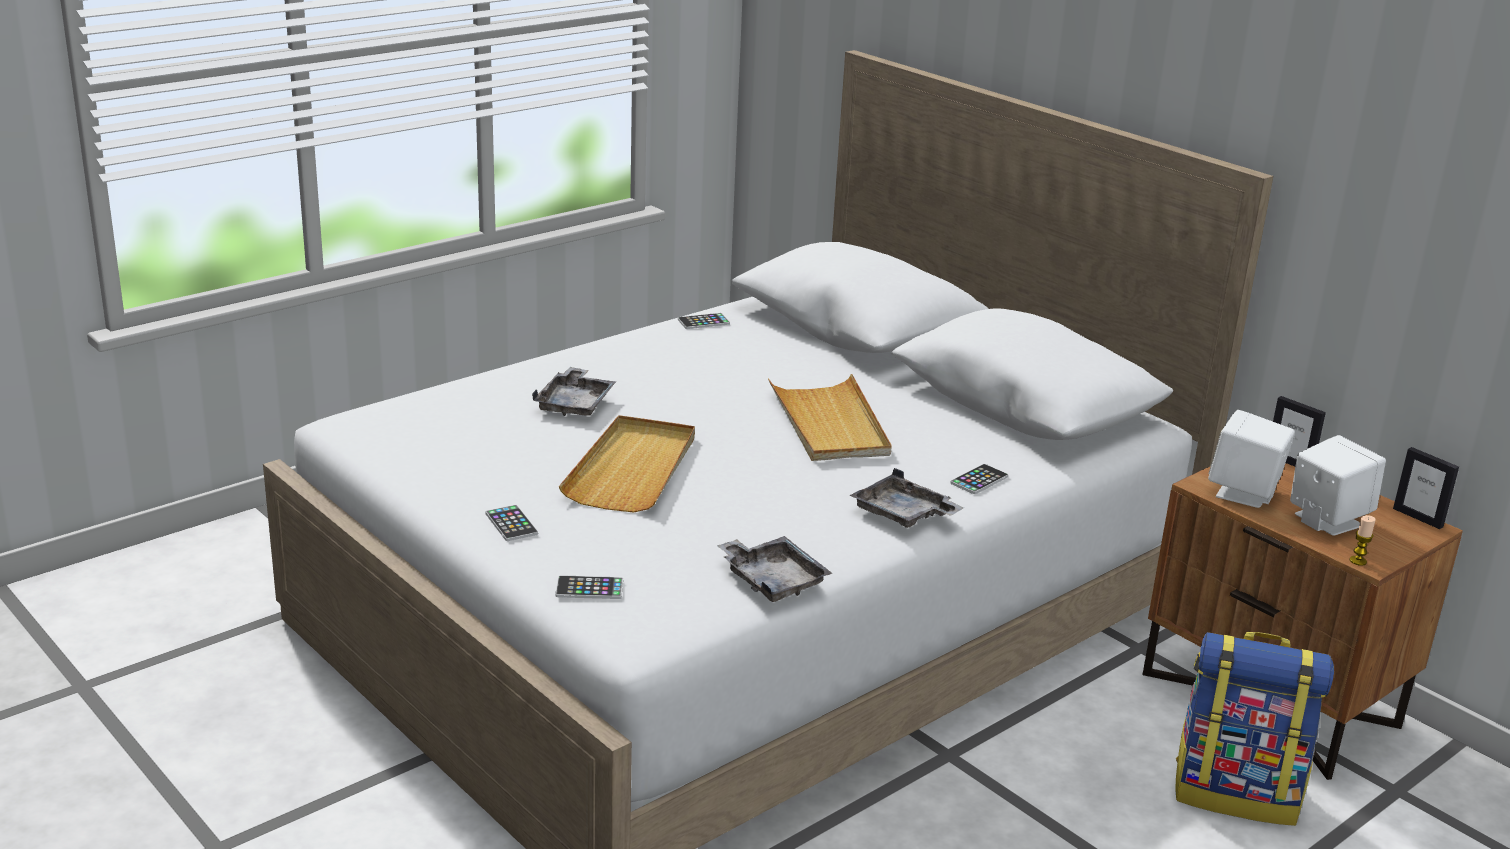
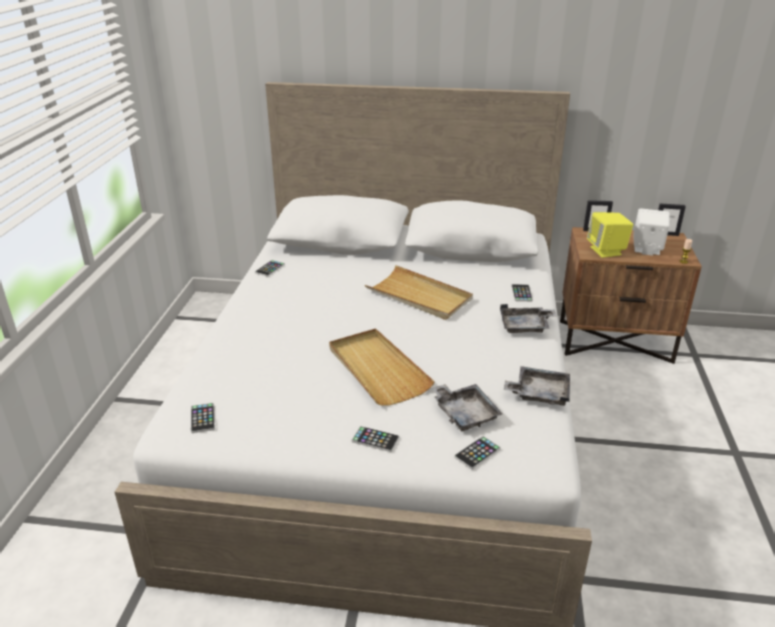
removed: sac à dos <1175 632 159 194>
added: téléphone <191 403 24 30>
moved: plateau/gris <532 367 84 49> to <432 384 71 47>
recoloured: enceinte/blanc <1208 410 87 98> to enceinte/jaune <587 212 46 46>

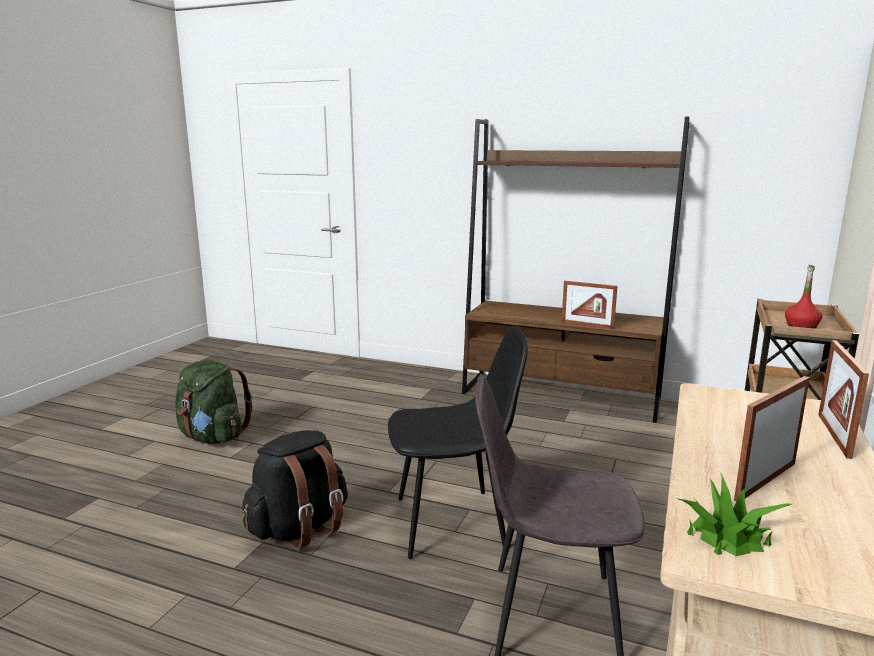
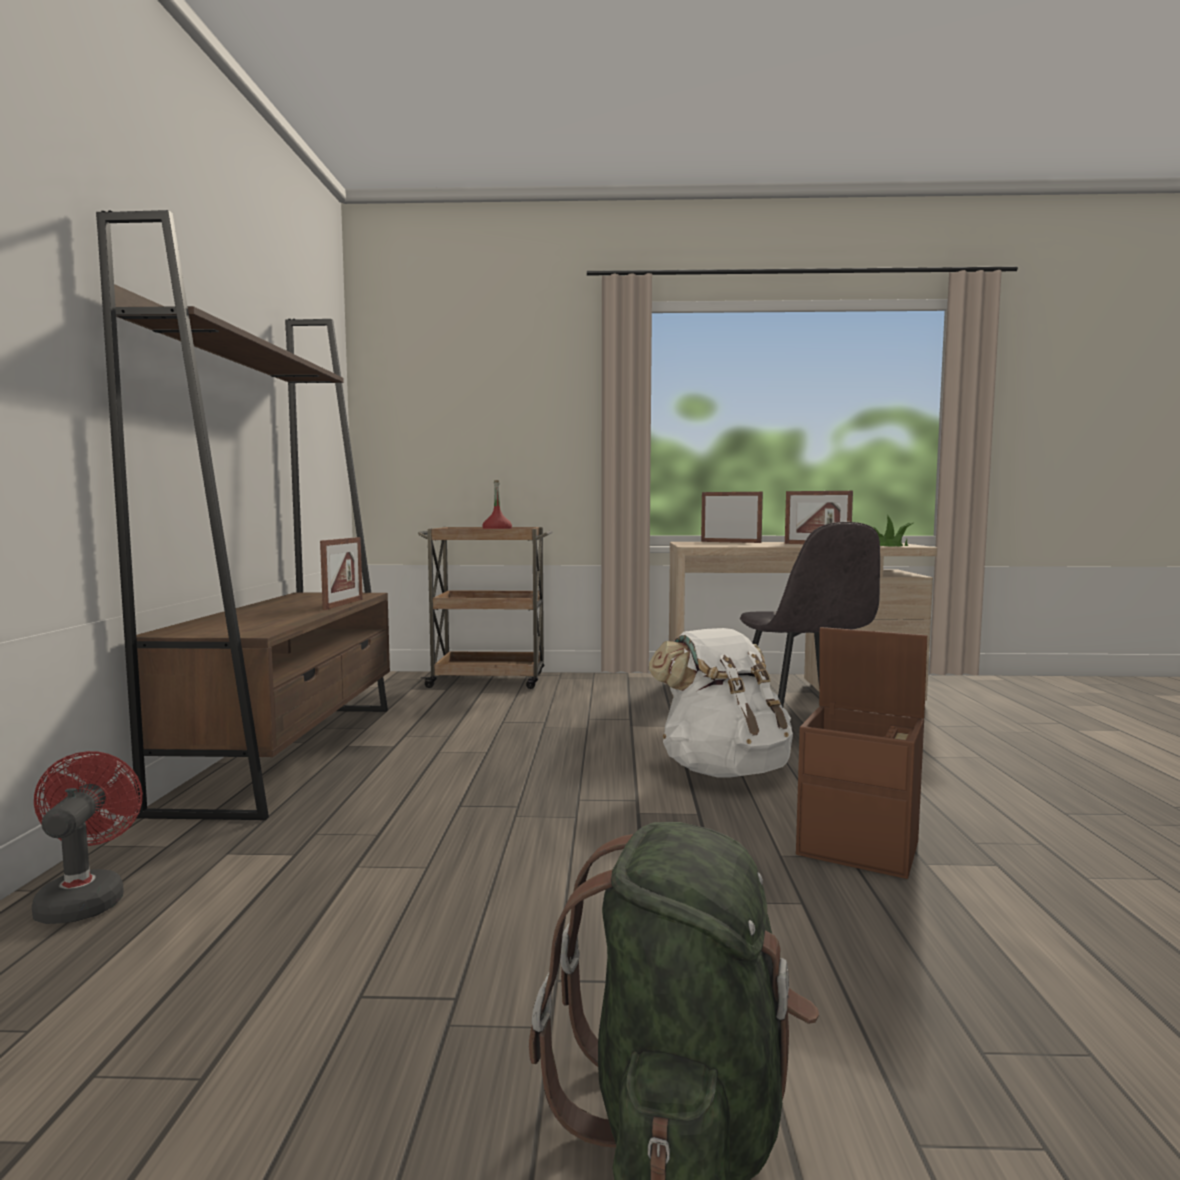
added: ventilateur/rouge <32 751 111 173>
replaced: sac à dos/noir <242 430 106 119> to boîte de rangement/marron <796 627 131 252>; chaise/noir <388 326 140 233> to sac à dos/blanc <649 628 144 150>
turned: cadre photo <818 340 51 119> = <701 492 62 51> 150 degrees counterclockwise

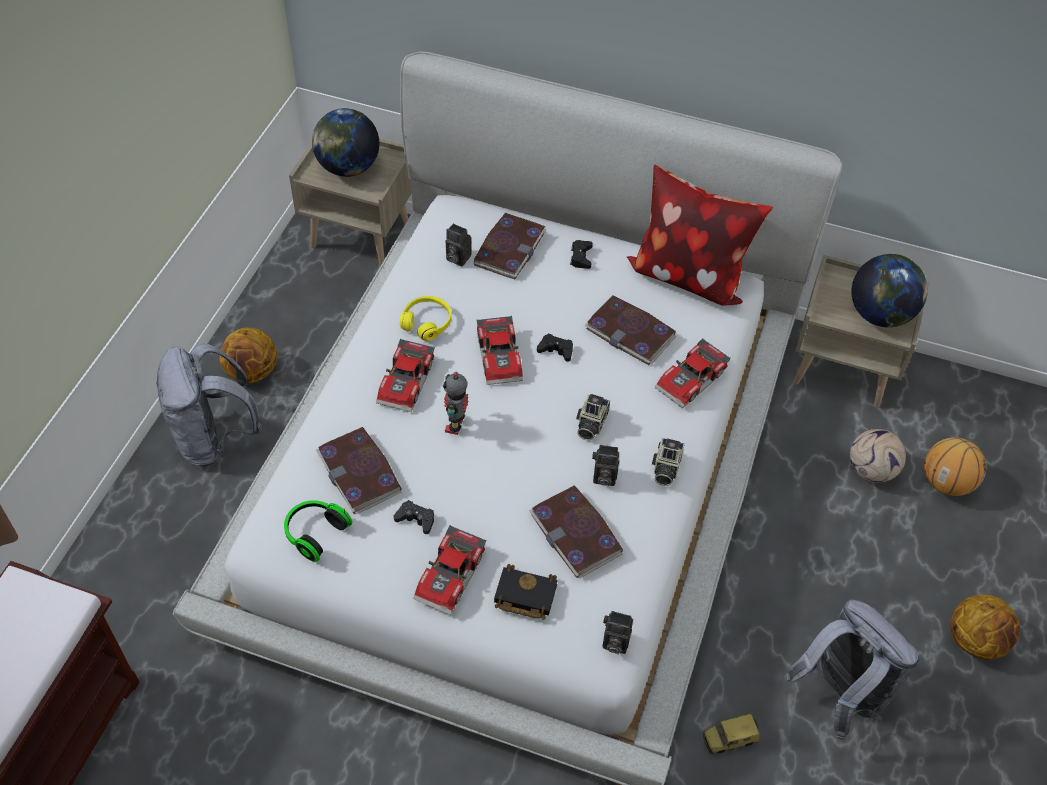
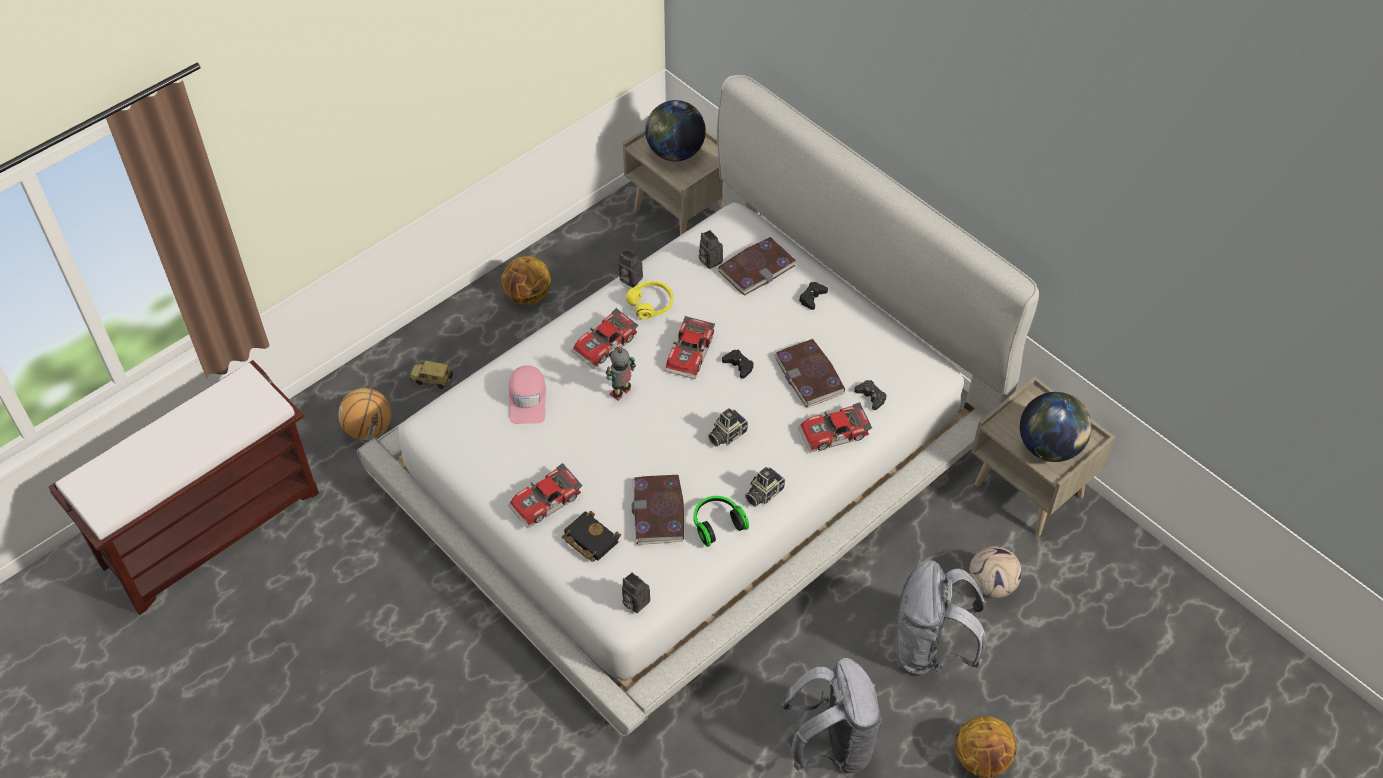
removed: coussin <627 164 146 142>
moved: sac à dos/gris <156 344 106 122> to <897 560 89 115>; casque audio <284 500 68 62> to <694 496 55 51>; manette/noir <394 500 40 34> to <854 380 33 30>; appareil photo <592 445 27 41> to <619 249 24 39>; petite voiture <703 713 57 41> to <410 361 43 28>; ballon de basket <924 437 62 59> to <338 388 53 52>
replaced: livre <316 427 86 87> to casquette/rose <509 365 37 59>

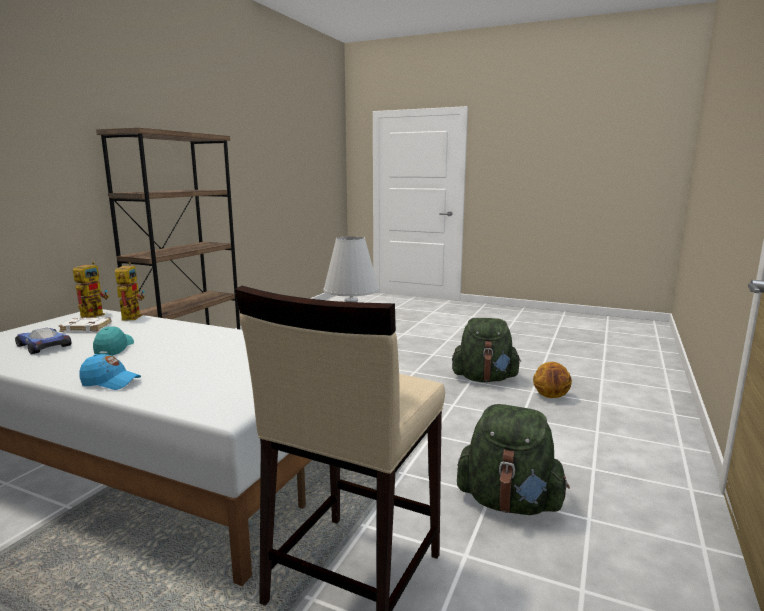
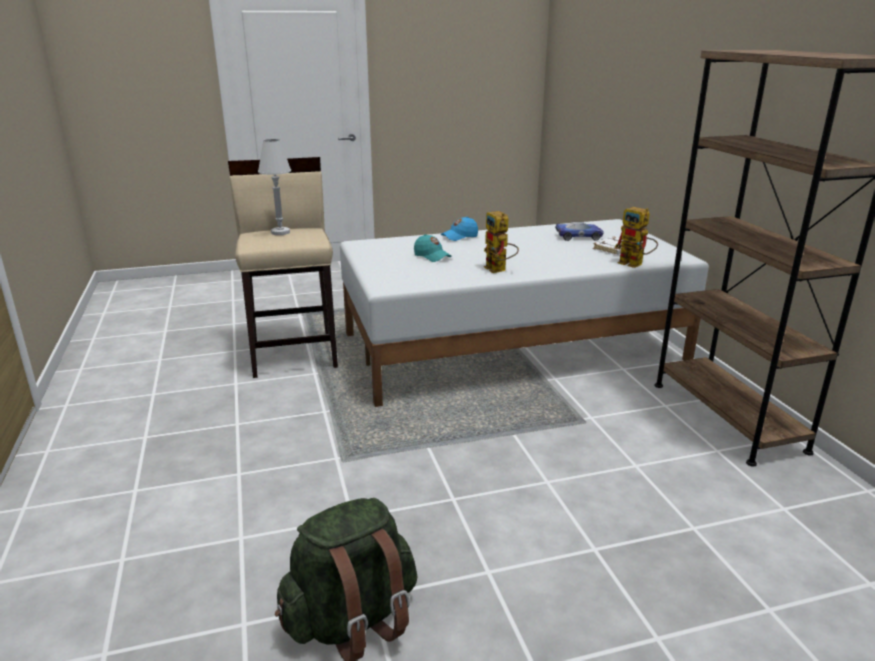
removed: sac à dos/vert <457 404 113 111>; ballon de basket <533 362 39 36>
moved: robot jouet <73 261 36 57> to <484 211 35 62>; casquette/turquoise <93 326 41 30> to <414 234 37 28>

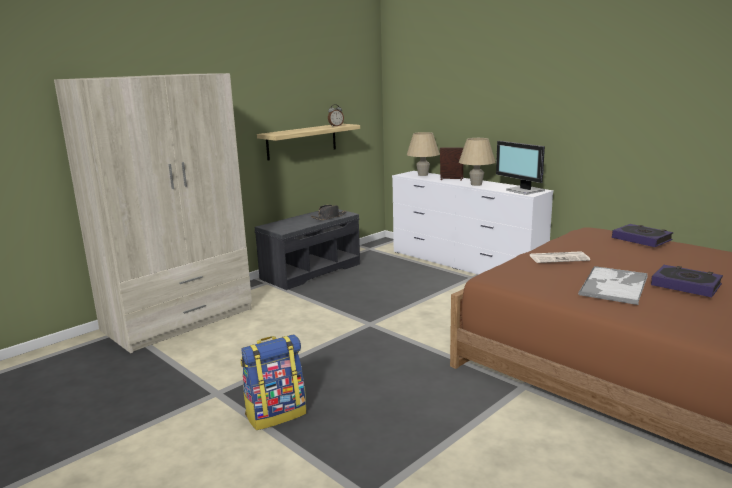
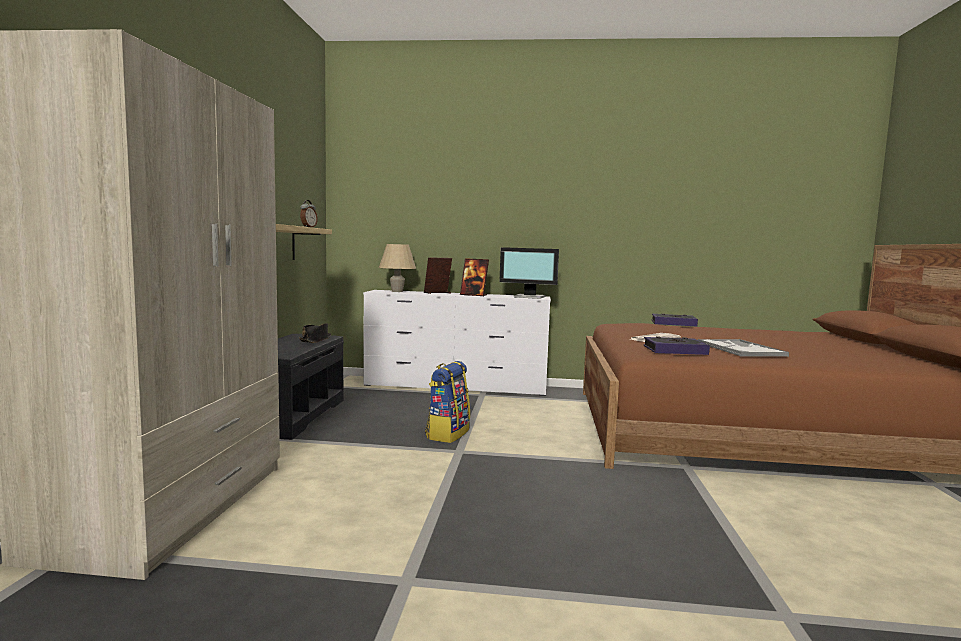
moved: sac à dos <241 335 66 95> to <425 361 45 82>; livre <651 265 72 32> to <643 336 67 19>
replaced: lampe de table/beige <459 138 36 48> to cadre photo <460 258 29 38>

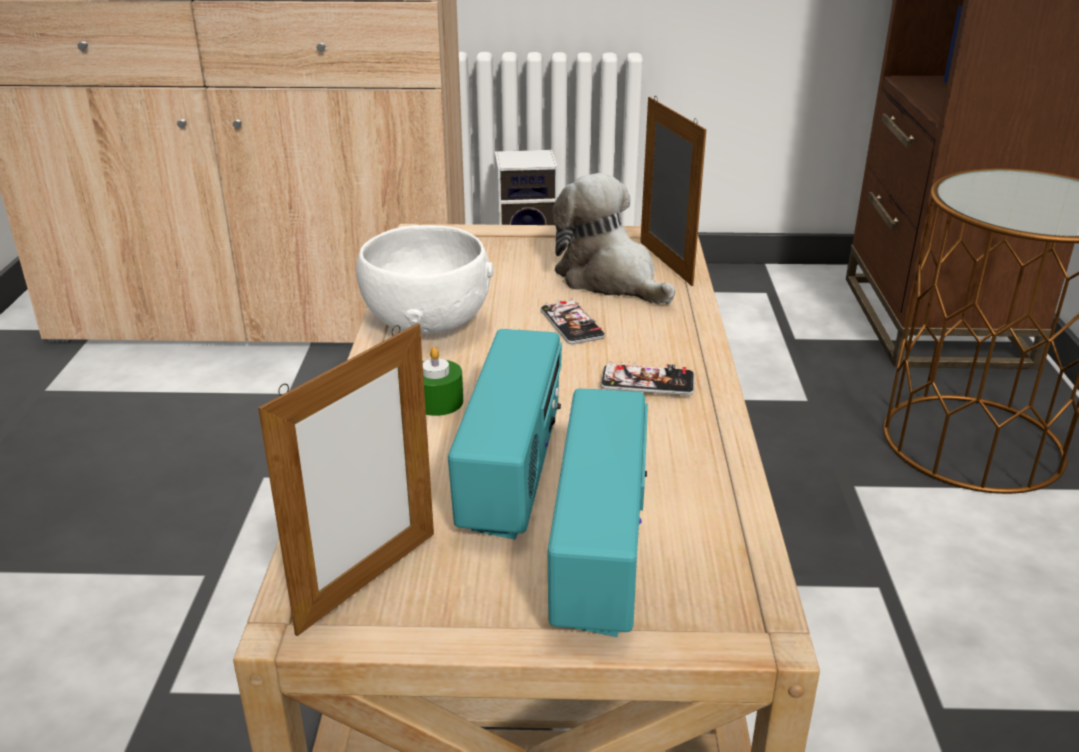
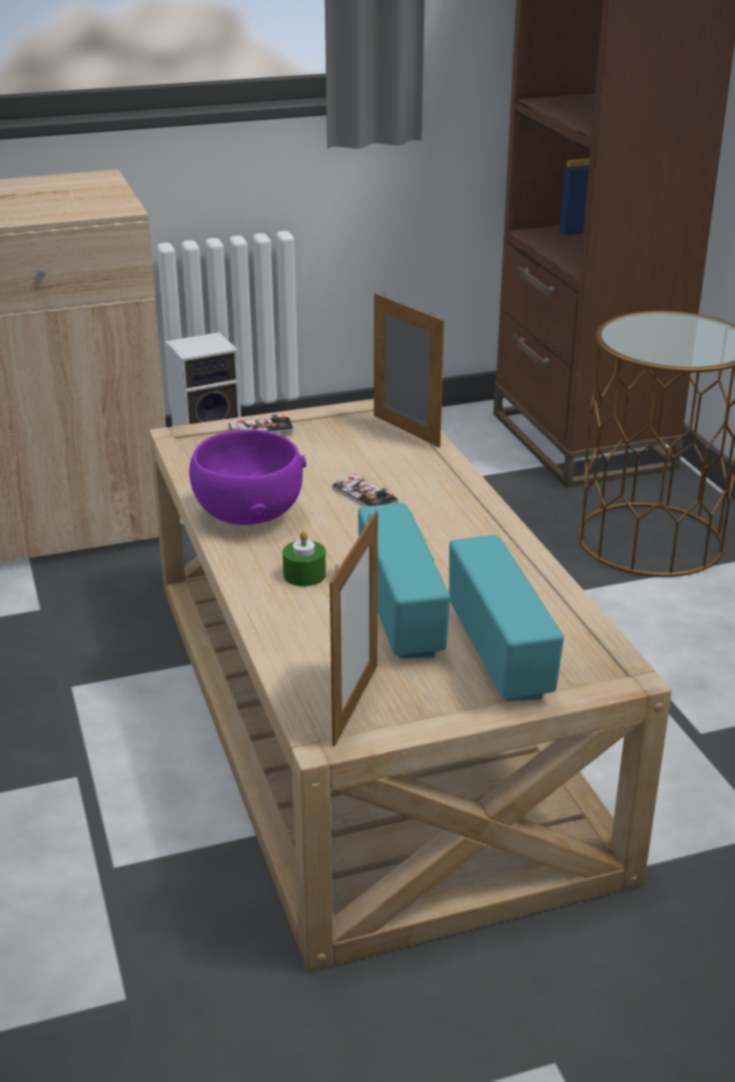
removed: peluche <552 173 123 131>
moved: téléphone <601 361 93 35> to <228 414 66 19>
recoloured: bol/blanc <356 225 138 109> to bol/violet <189 429 117 96>

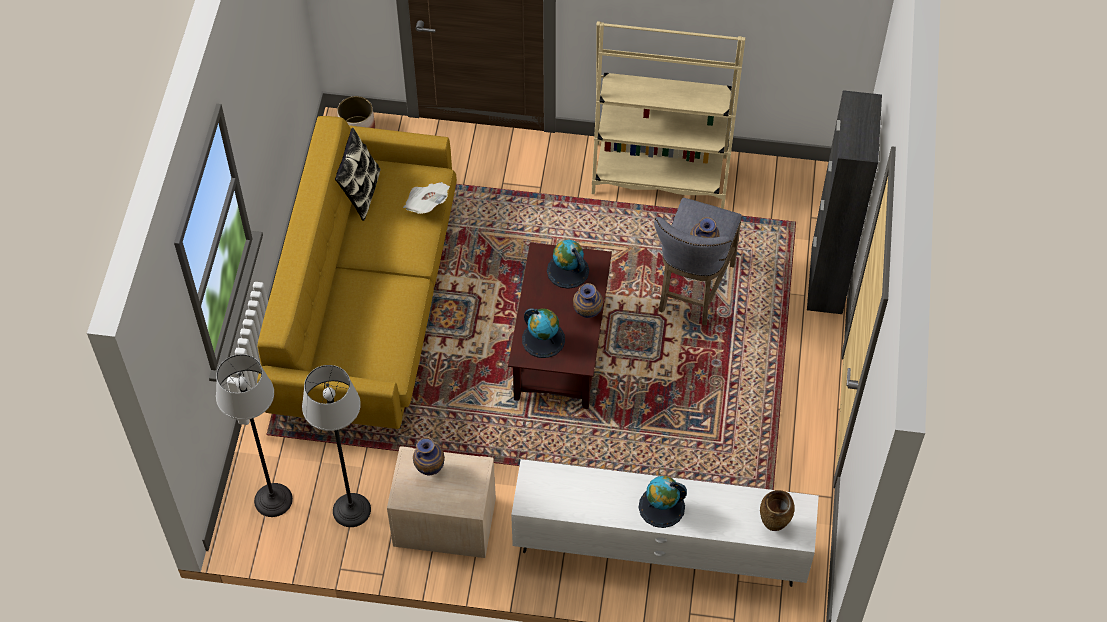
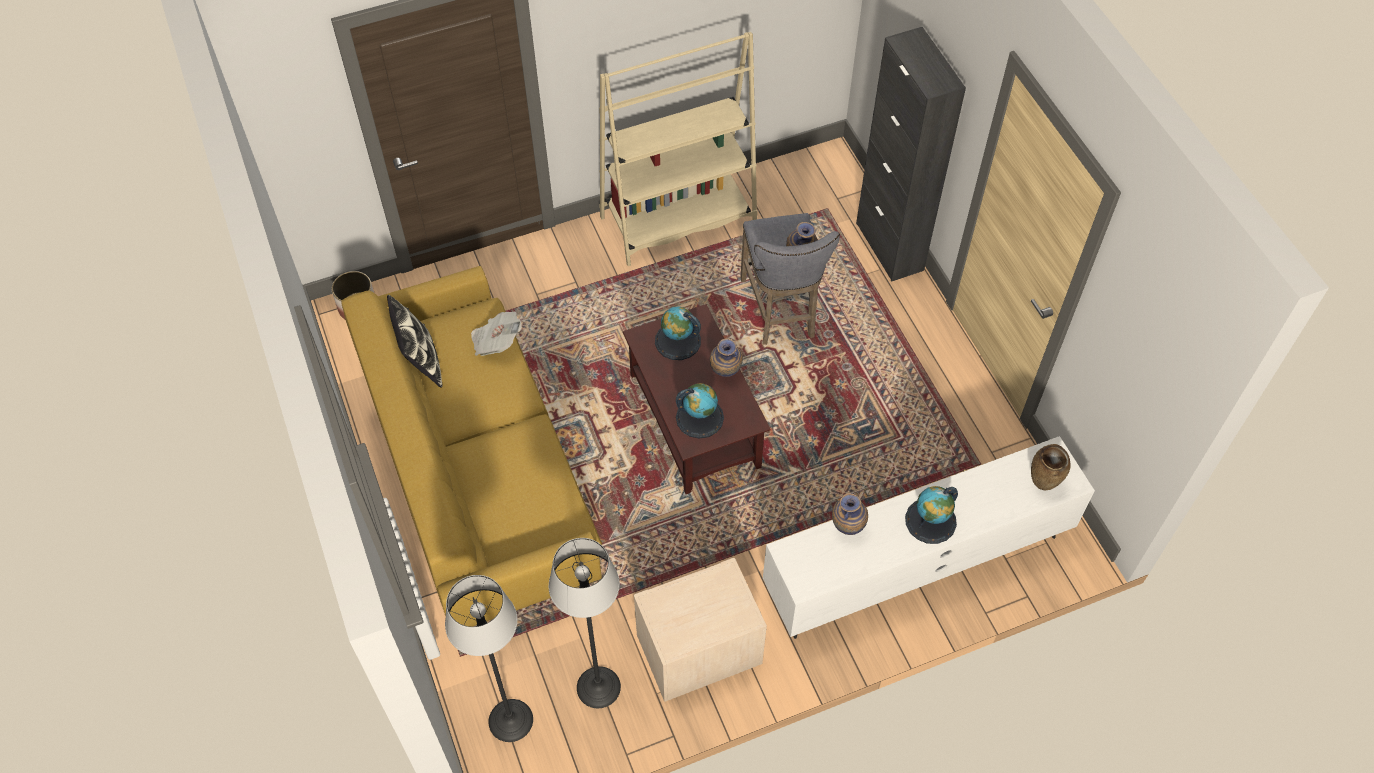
moved: vase <413 437 32 39> to <832 493 36 42>

